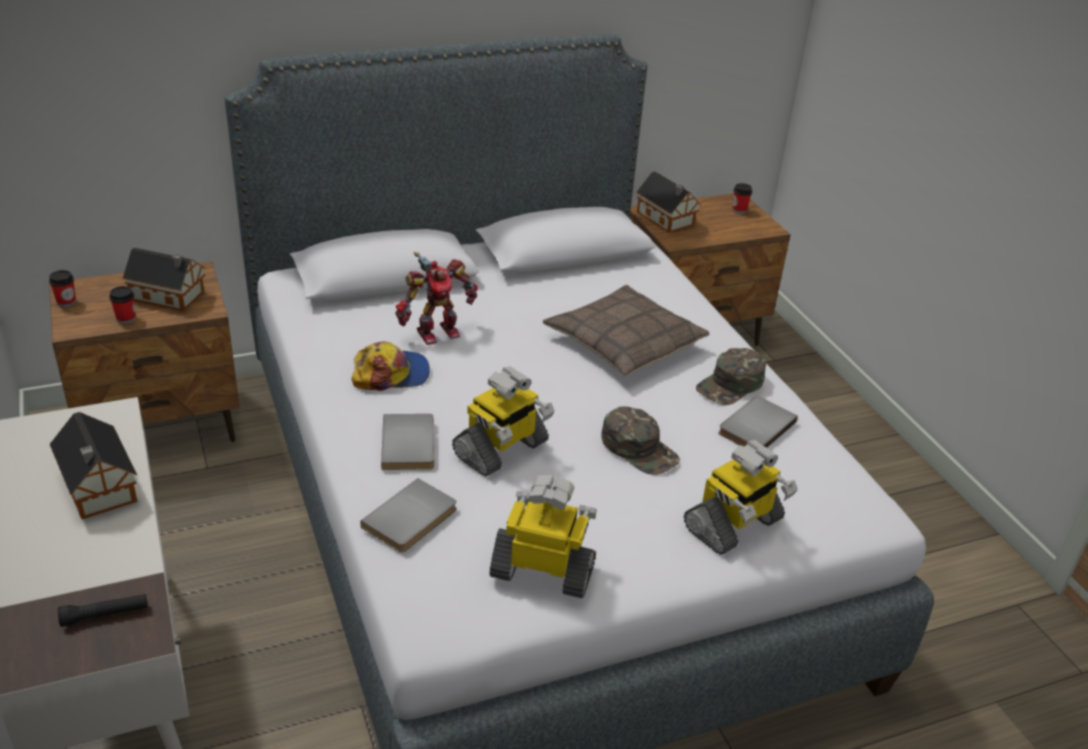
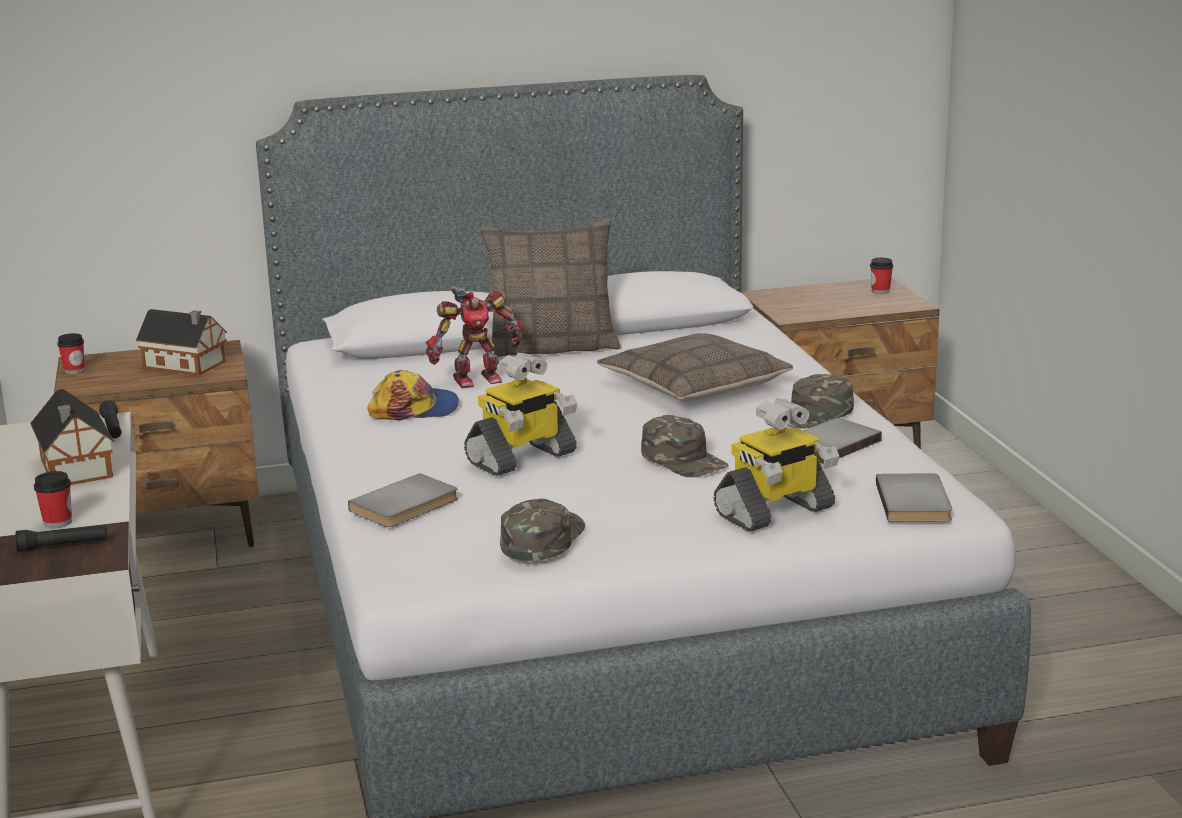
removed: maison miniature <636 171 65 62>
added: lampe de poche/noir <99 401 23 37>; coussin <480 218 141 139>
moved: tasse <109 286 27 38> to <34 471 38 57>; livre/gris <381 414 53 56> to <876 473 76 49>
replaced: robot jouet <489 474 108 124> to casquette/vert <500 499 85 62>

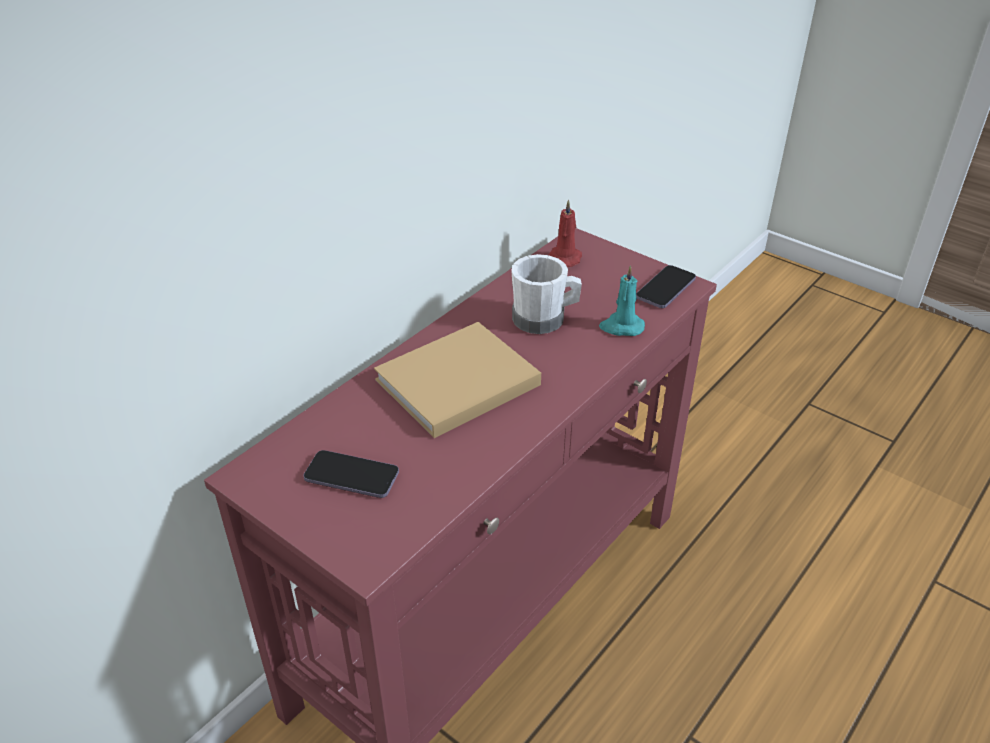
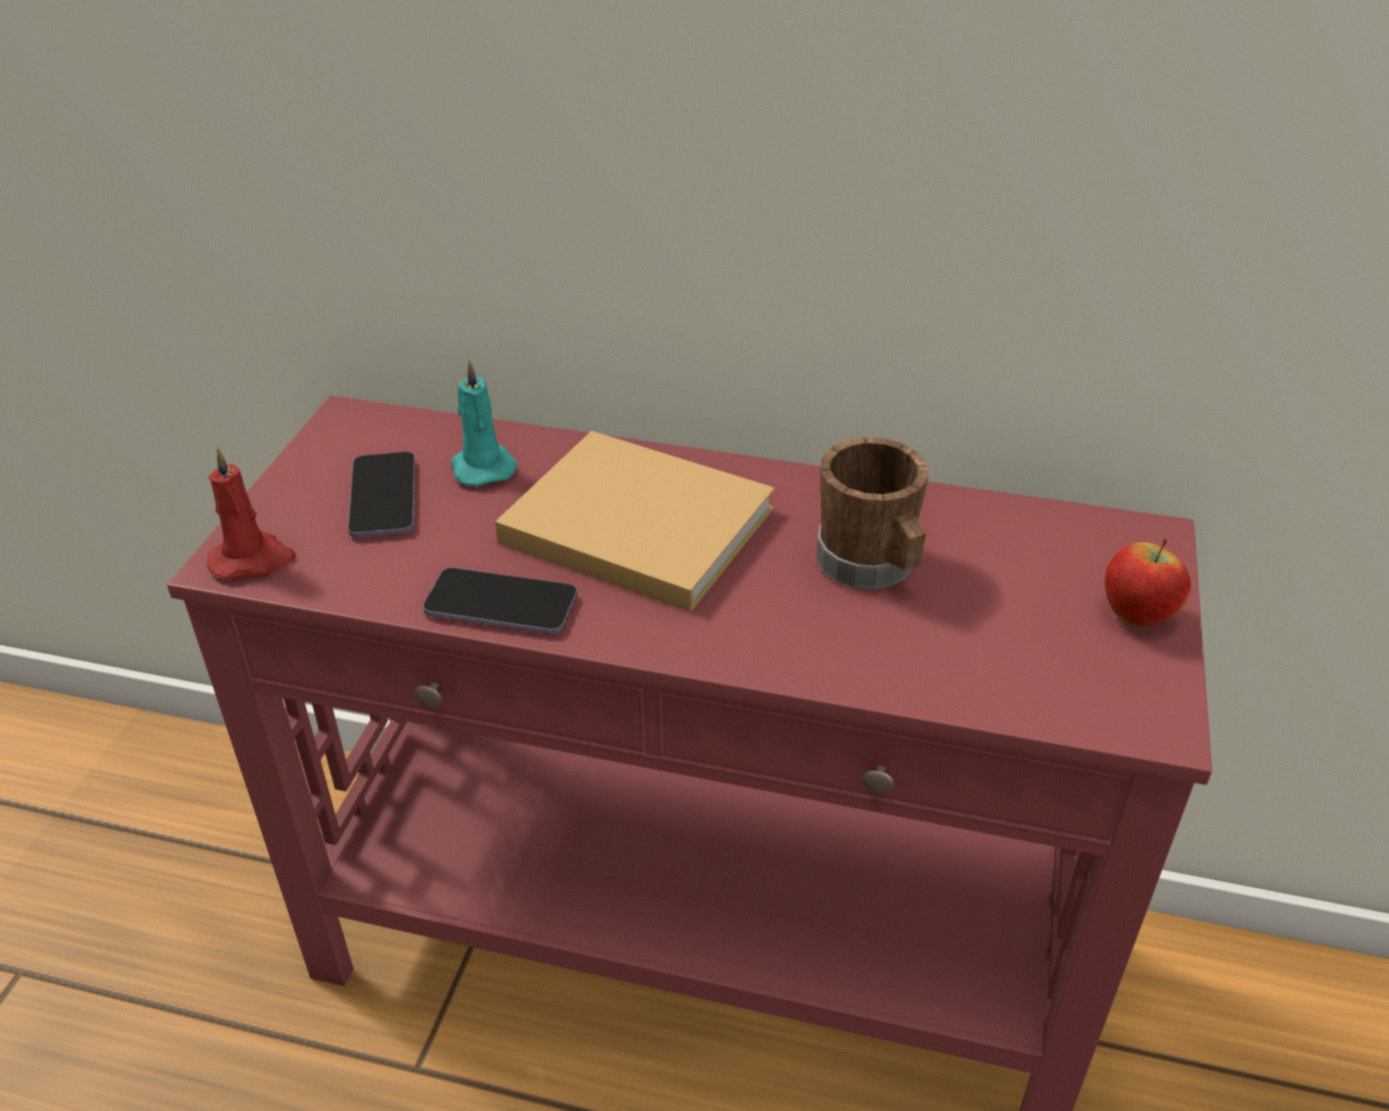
added: pomme <1105 538 86 88>
moved: bougie/rouge <548 200 34 67> to <207 448 89 132>; bougie/turquoise <599 265 46 71> to <451 359 67 128>; téléphone <636 265 60 43> to <423 568 154 66>
recoloured: mug/blanc <511 254 71 80> to mug/marron <816 437 113 152>

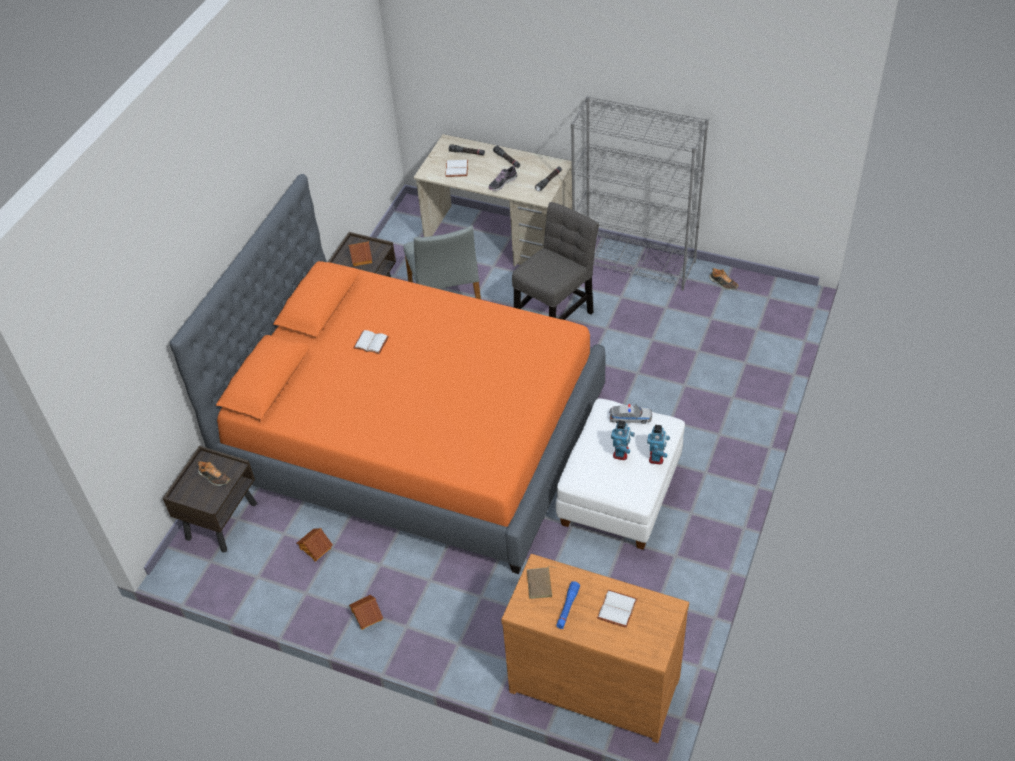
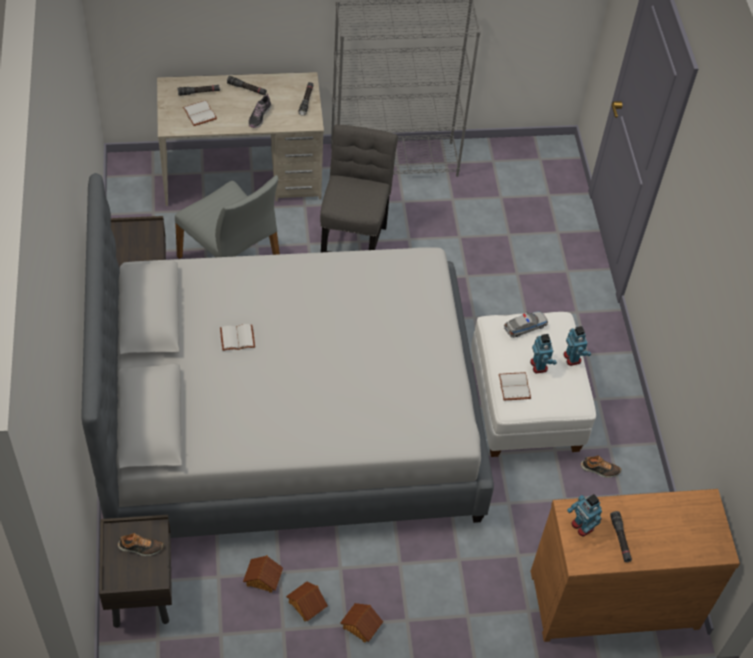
moved: maison miniature <348 241 24 25> to <286 581 42 40>; livre/blanc <597 590 40 38> to <499 372 32 28>; chaussure <709 268 30 22> to <581 456 40 22>
replaced: livre/marron <527 566 29 33> to robot jouet <567 494 35 43>
recoloured: lit/orange <170 174 435 400> to lit/gris <81 173 413 365>; lampe de poche/bleu <556 581 24 48> to lampe de poche/noir <610 511 22 52>

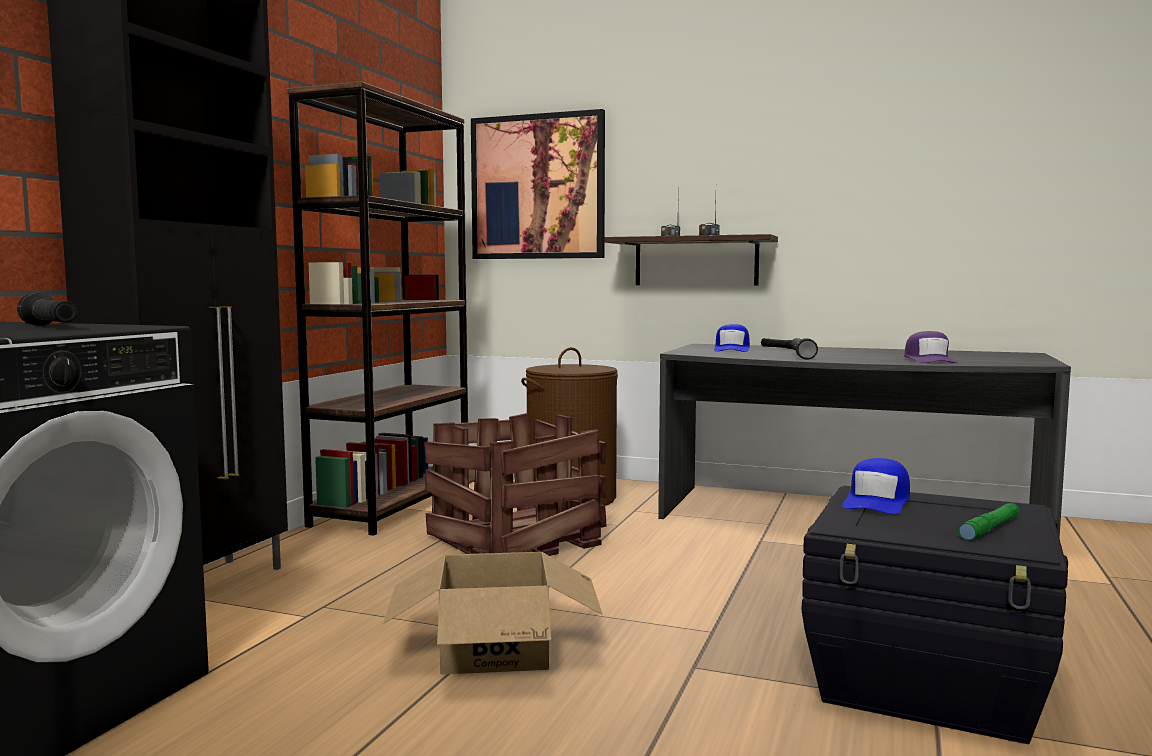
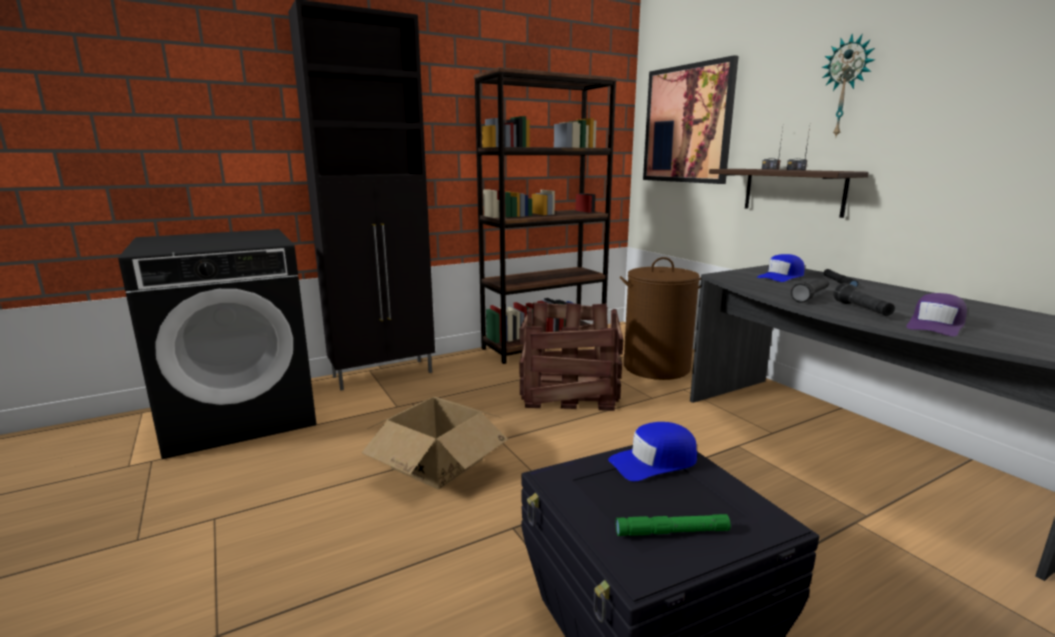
added: horloge murale <822 33 53 104>
moved: lampe de poche/noir <17 293 60 33> to <834 283 61 33>

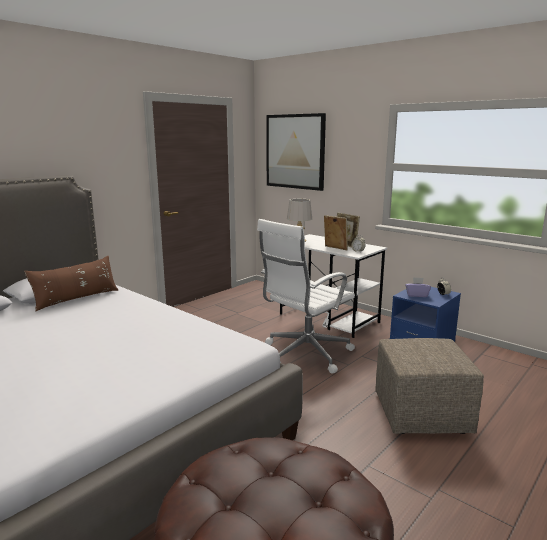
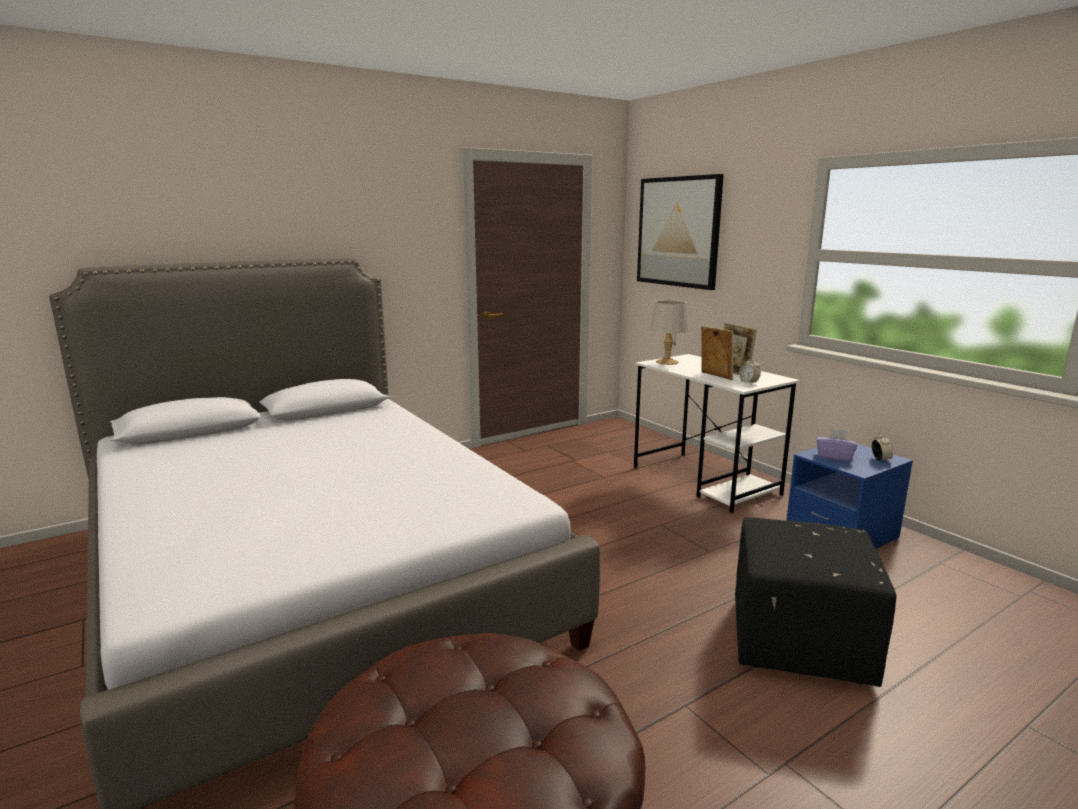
removed: coussin/marron <24 256 94 55>; chaise de bureau/blanc <257 219 98 155>
recoloured: pouf/beige <375 338 109 96> to pouf/noir <735 517 162 170>

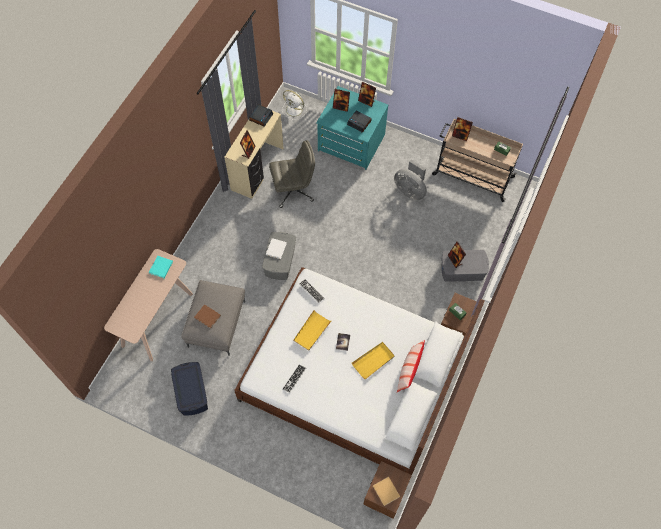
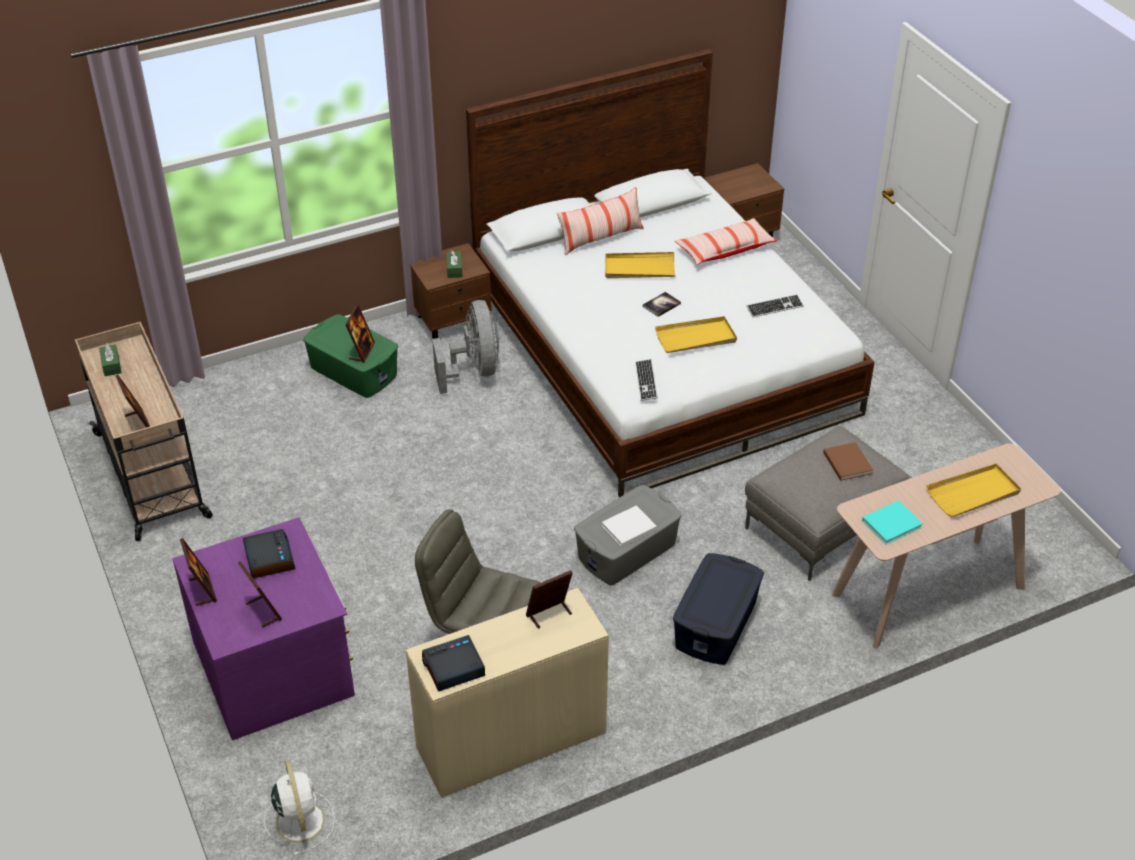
removed: livre/beige <373 477 27 29>
added: coussin <675 218 102 47>; plateau/jaune <926 464 95 53>
moved: boîte de rangement/bleu <171 362 37 54> to <673 553 91 112>; ventilateur/gris <394 159 33 41> to <432 300 67 94>
recoloured: commode/turquoise <316 86 72 84> to commode/violet <173 517 182 223>; boîte de rangement/gris <441 250 48 32> to boîte de rangement/vert <303 314 95 84>

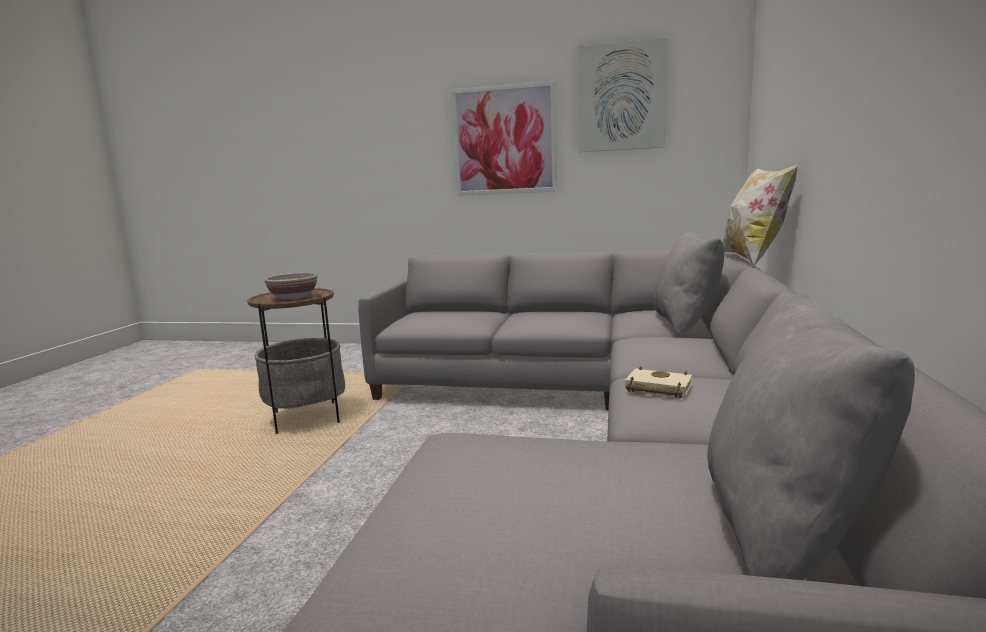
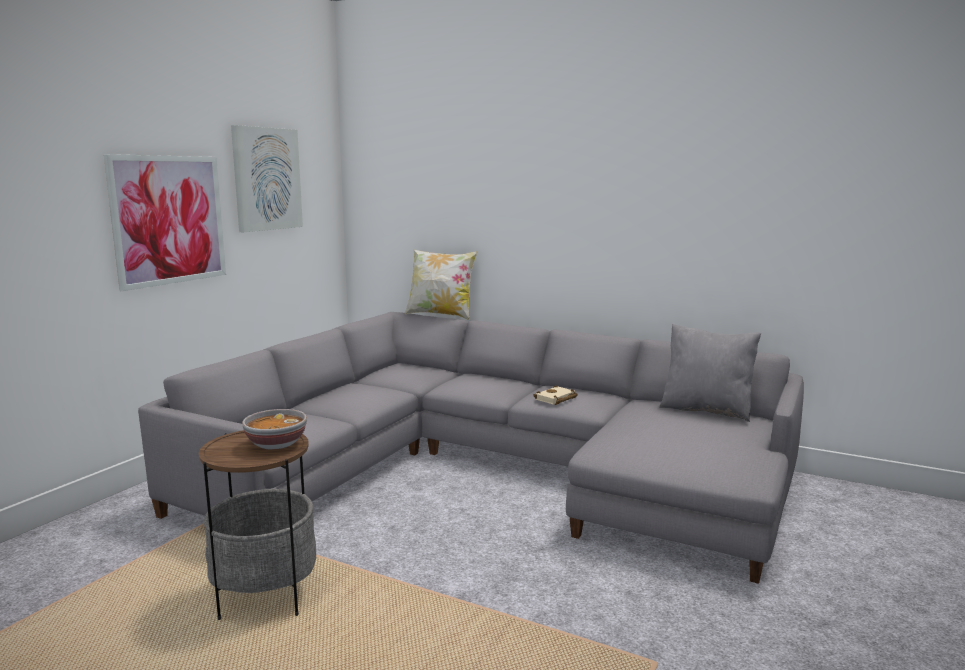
removed: coussin/gris <653 230 71 104>

